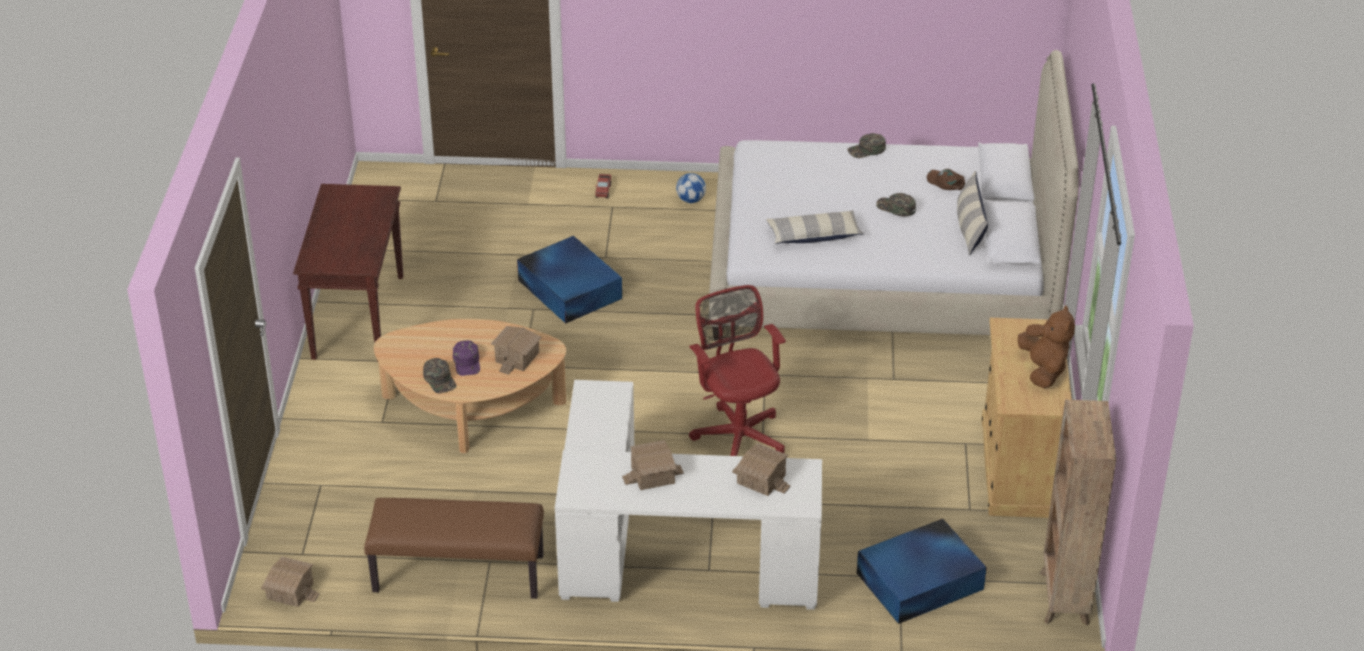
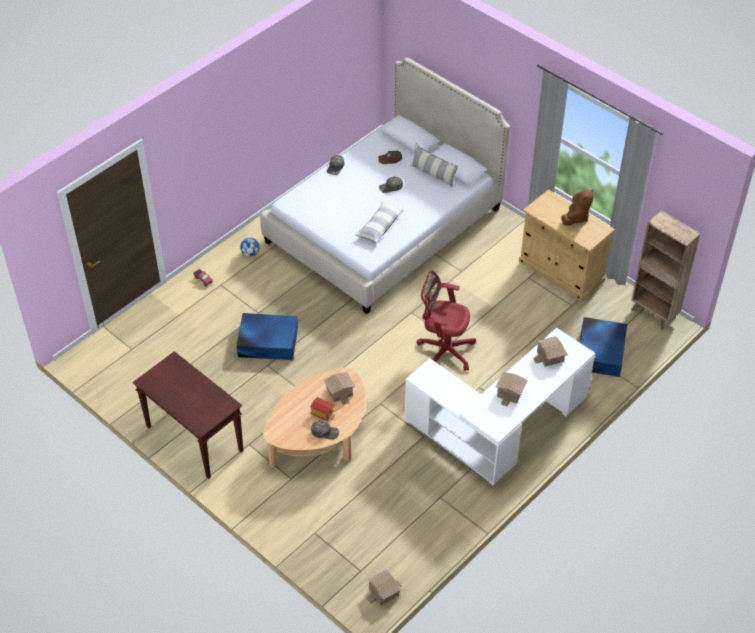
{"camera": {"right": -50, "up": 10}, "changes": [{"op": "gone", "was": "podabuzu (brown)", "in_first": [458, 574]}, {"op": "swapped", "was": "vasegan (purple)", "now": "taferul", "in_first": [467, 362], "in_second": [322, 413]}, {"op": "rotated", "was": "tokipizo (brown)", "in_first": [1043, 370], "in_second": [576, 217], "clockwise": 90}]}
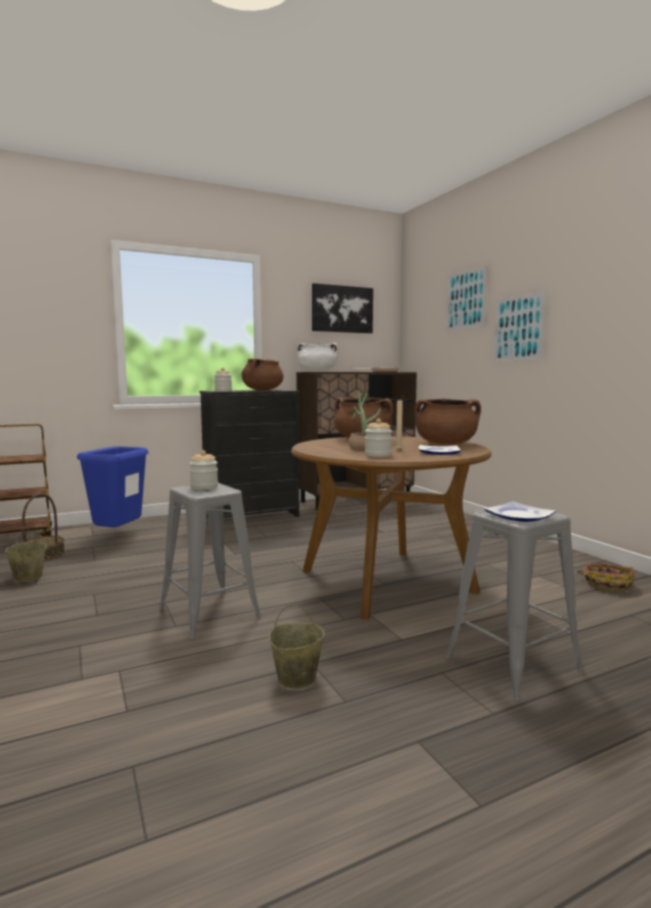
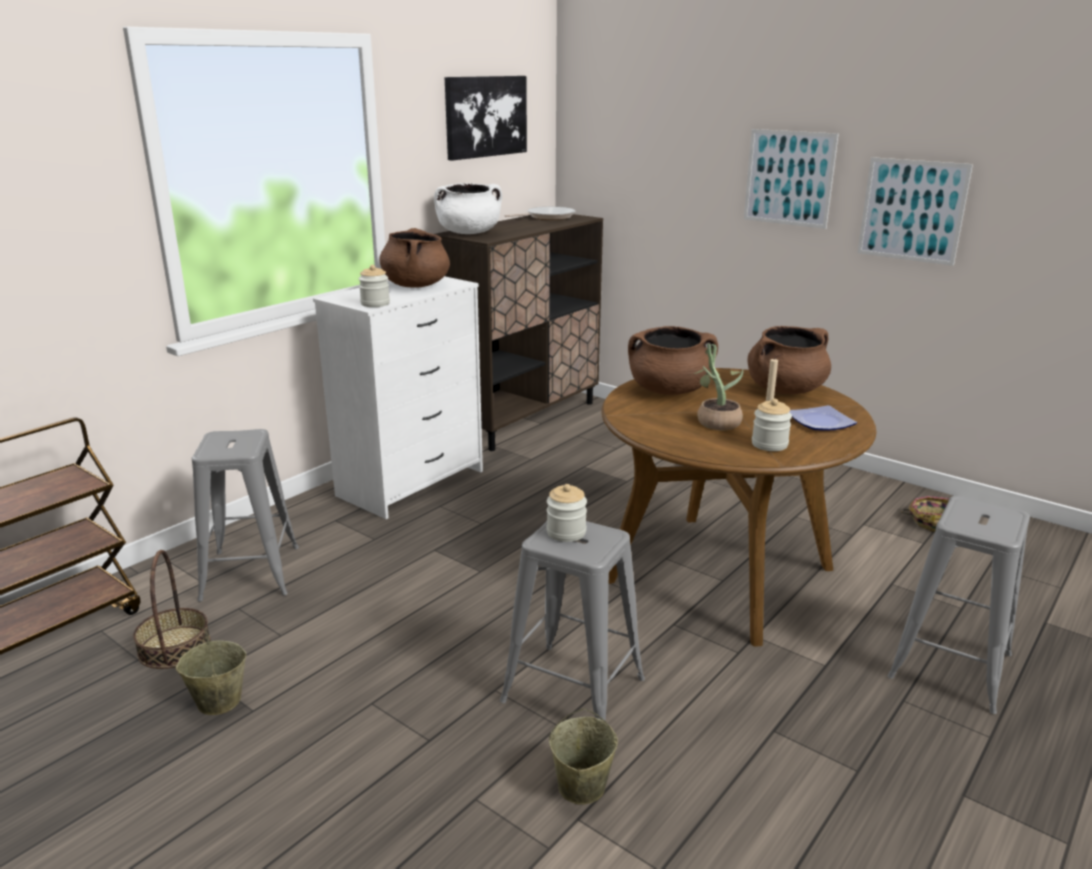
{"camera": {"right": -25, "up": 15}, "changes": [{"op": "gone", "was": "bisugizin", "in_first": [519, 516]}, {"op": "shifted", "was": "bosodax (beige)", "in_first": [296, 678], "in_second": [581, 787]}, {"op": "shifted", "was": "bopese", "in_first": [465, 299], "in_second": [912, 210]}, {"op": "swapped", "was": "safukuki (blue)", "now": "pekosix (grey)", "in_first": [119, 536], "in_second": [250, 573]}, {"op": "repainted", "was": "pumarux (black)", "now": "pumarux (white)", "in_first": [252, 516], "in_second": [411, 483]}]}
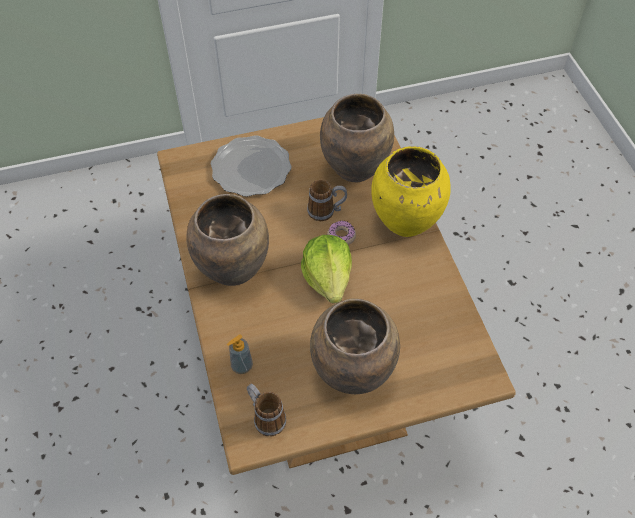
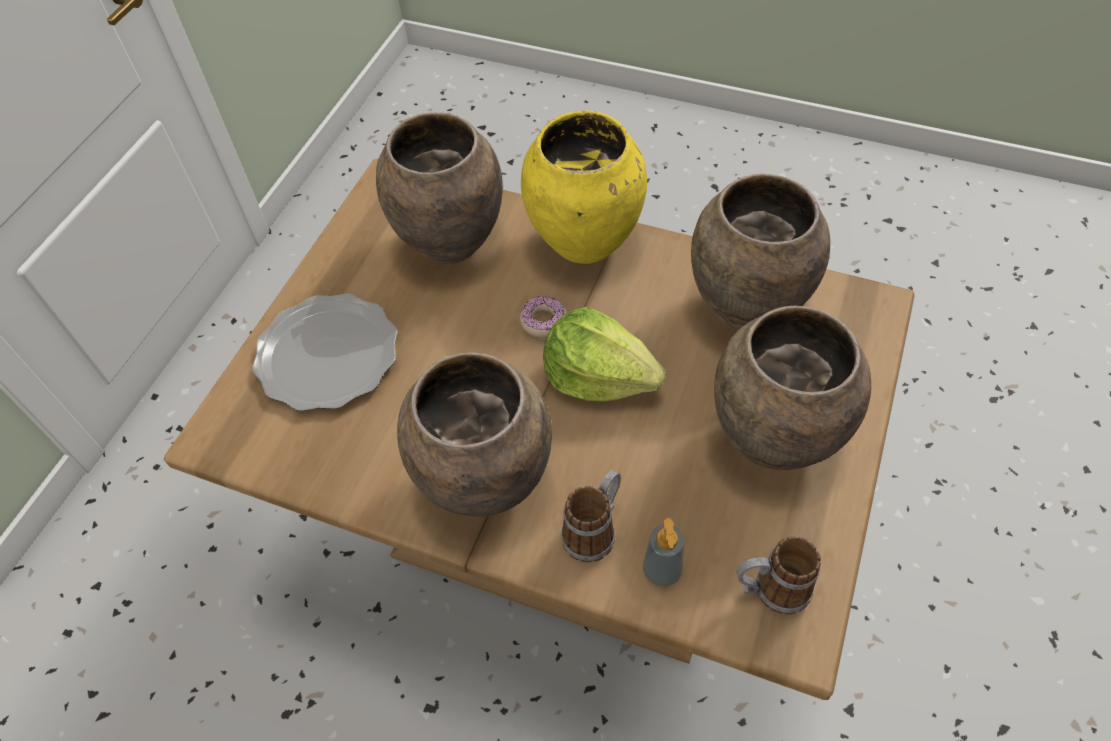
{"camera": {"right": -50, "up": 0}, "changes": [{"op": "new", "now": "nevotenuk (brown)", "in_second": [745, 307]}, {"op": "shifted", "was": "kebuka", "in_first": [326, 211], "in_second": [595, 529]}]}
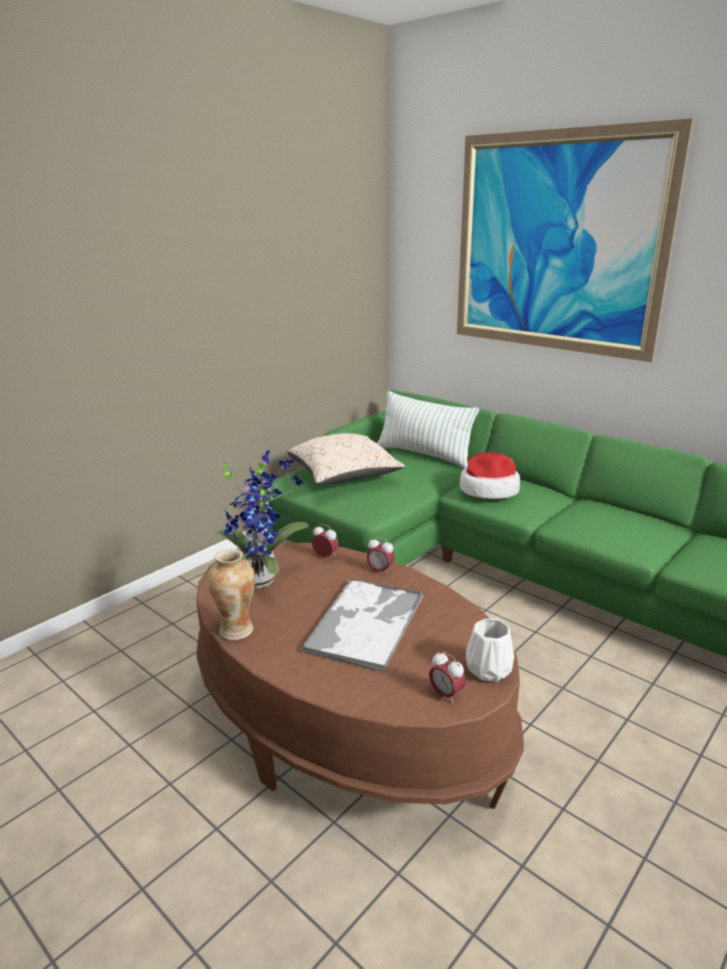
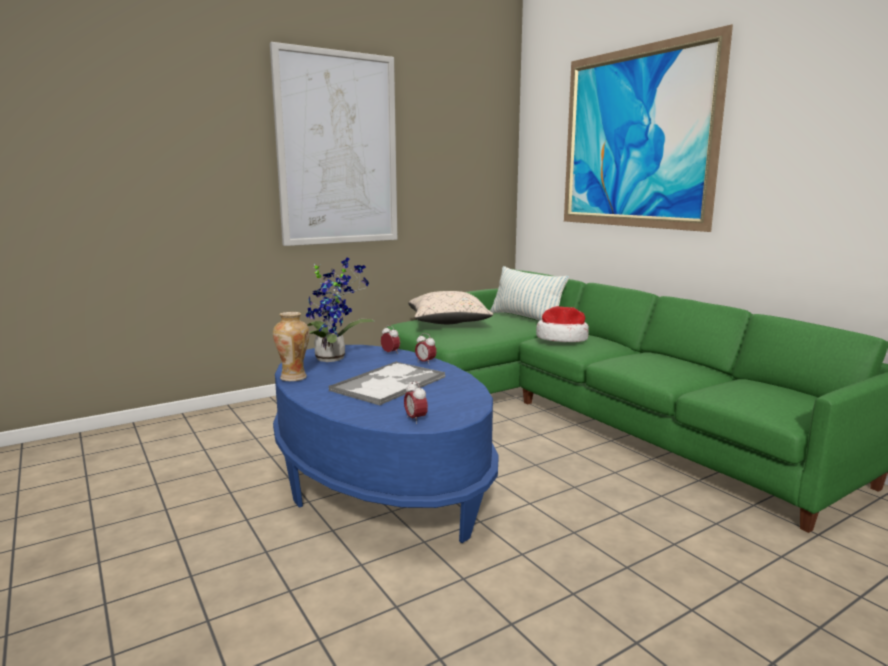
{"camera": {"right": 15, "up": -10}, "changes": [{"op": "gone", "was": "nevotenuk (white)", "in_first": [487, 669]}, {"op": "new", "now": "bopese", "in_second": [338, 150]}, {"op": "repainted", "was": "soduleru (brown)", "now": "soduleru (blue)", "in_first": [346, 722], "in_second": [379, 480]}]}
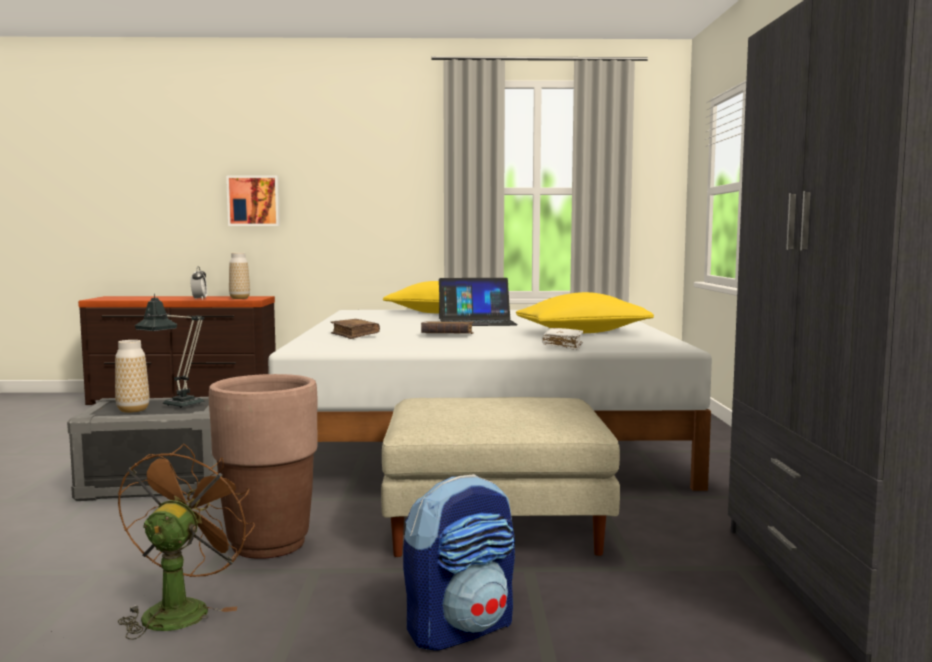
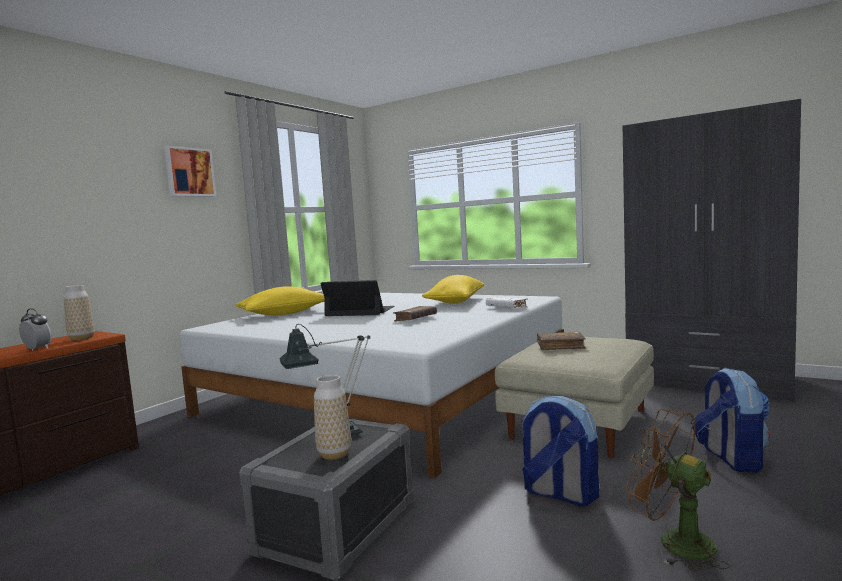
{"camera": {"right": -55, "up": 0}, "changes": [{"op": "shifted", "was": "bopese", "in_first": [254, 201], "in_second": [189, 172]}, {"op": "shifted", "was": "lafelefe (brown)", "in_first": [355, 335], "in_second": [560, 346]}, {"op": "swapped", "was": "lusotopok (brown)", "now": "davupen", "in_first": [268, 544], "in_second": [559, 494]}, {"op": "rotated", "was": "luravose", "in_first": [476, 322], "in_second": [360, 311], "clockwise": -105}]}
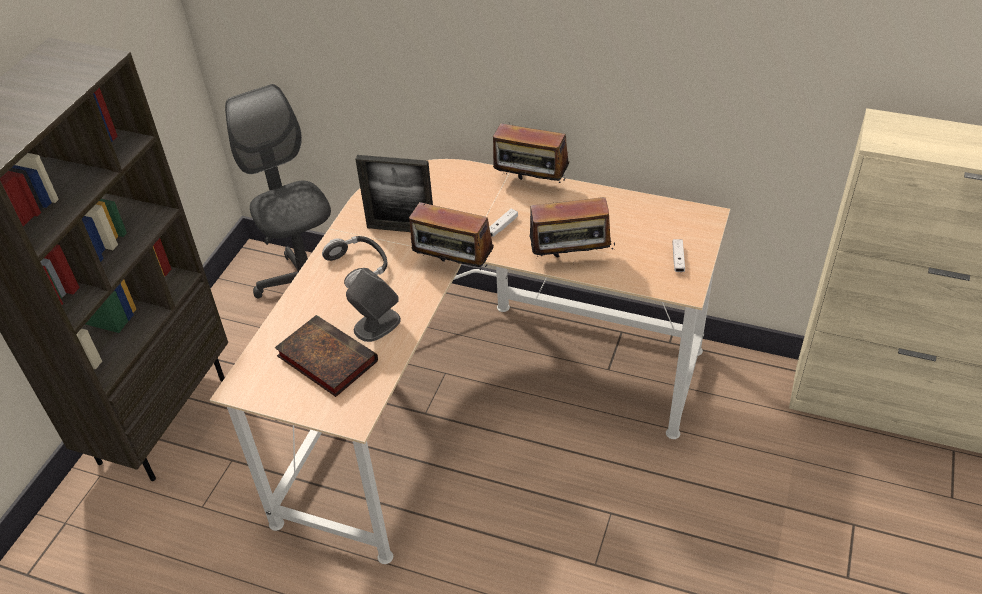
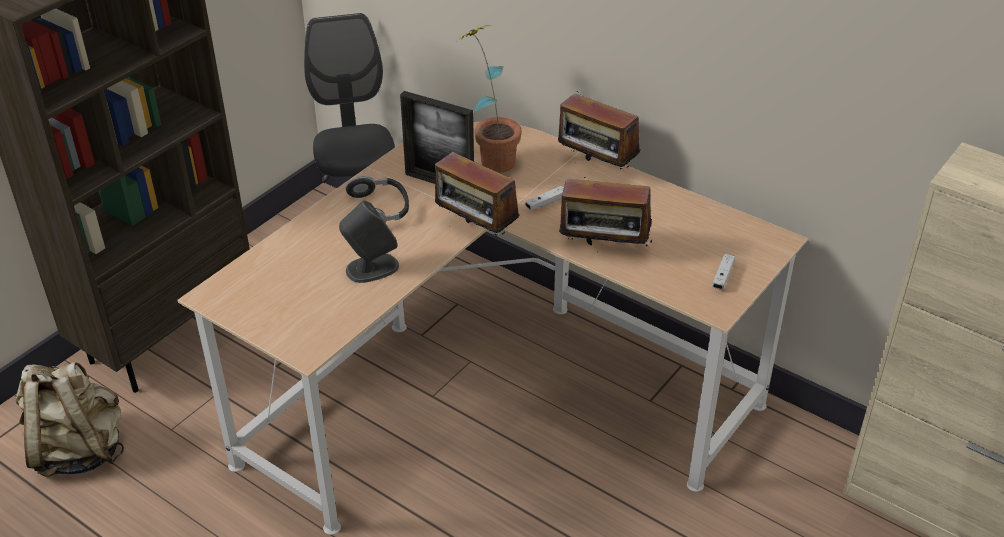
{"camera": {"right": 15, "up": -5}, "changes": [{"op": "gone", "was": "lafelefe", "in_first": [324, 358]}, {"op": "new", "now": "davupen (beige)", "in_second": [79, 450]}, {"op": "new", "now": "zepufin", "in_second": [491, 158]}]}
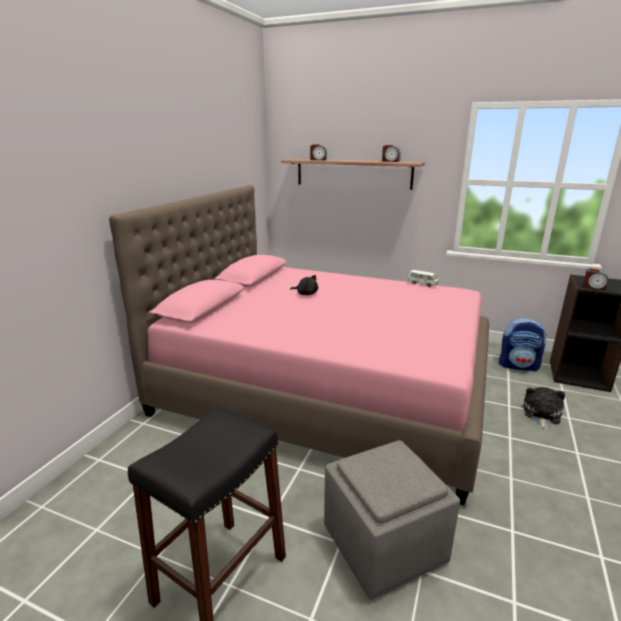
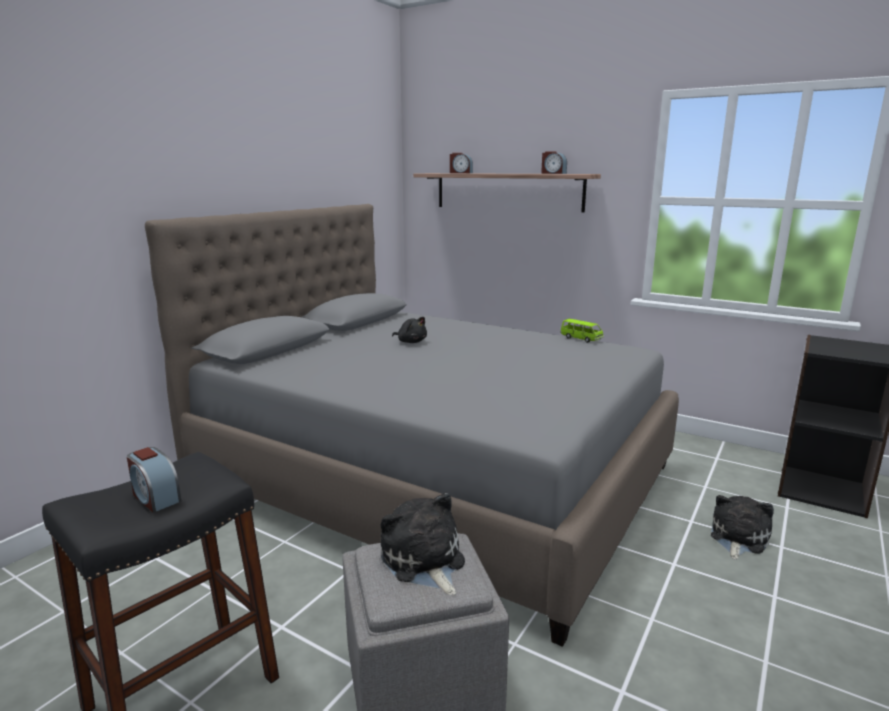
{"camera": {"right": 10, "up": -5}, "changes": [{"op": "gone", "was": "davupen", "in_first": [518, 365]}, {"op": "new", "now": "tokipizo", "in_second": [424, 561]}, {"op": "shifted", "was": "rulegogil", "in_first": [594, 287], "in_second": [155, 497]}, {"op": "repainted", "was": "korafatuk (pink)", "now": "korafatuk (grey)", "in_first": [327, 388], "in_second": [433, 475]}, {"op": "repainted", "was": "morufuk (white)", "now": "morufuk (green)", "in_first": [423, 284], "in_second": [581, 339]}]}
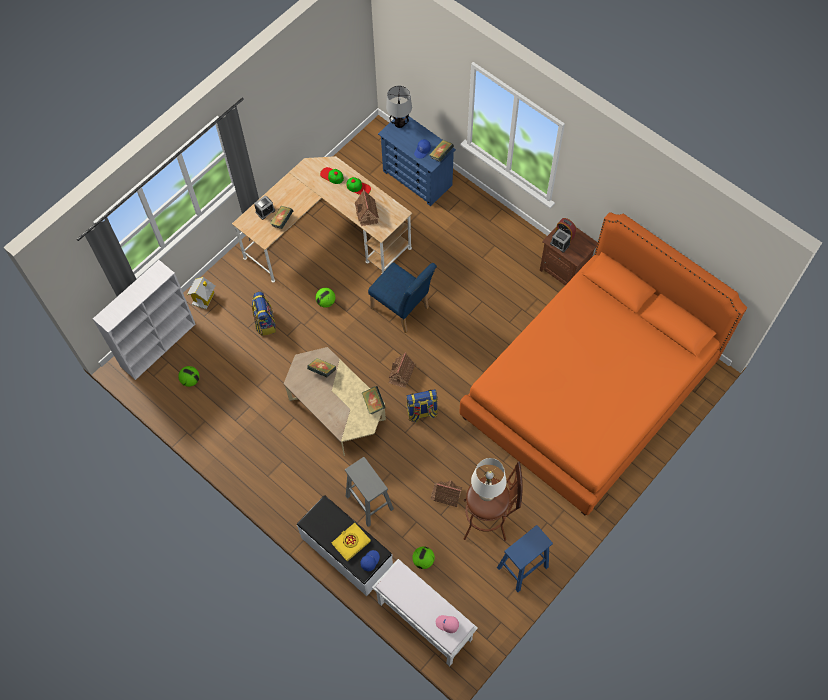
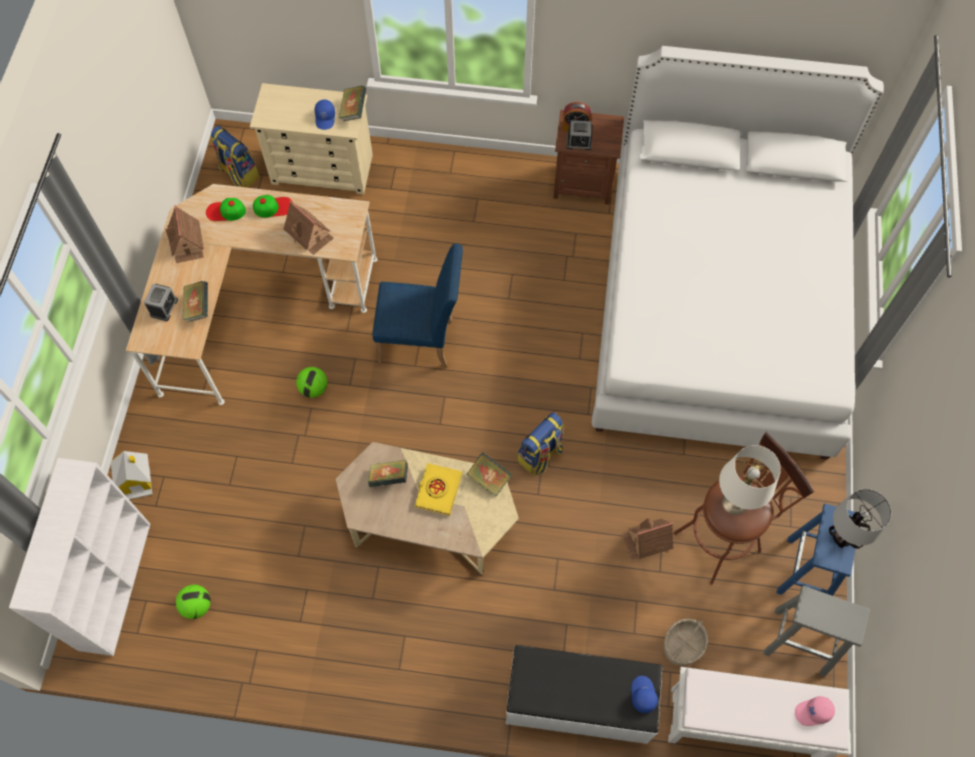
{"camera": {"right": -35, "up": 0}, "changes": [{"op": "shifted", "was": "davupen", "in_first": [265, 322], "in_second": [238, 173]}, {"op": "shifted", "was": "lafelefe (yellow)", "in_first": [351, 542], "in_second": [438, 490]}, {"op": "shifted", "was": "pekosix (grey)", "in_first": [370, 503], "in_second": [801, 642]}, {"op": "shifted", "was": "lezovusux", "in_first": [399, 123], "in_second": [842, 537]}, {"op": "shifted", "was": "taferul", "in_first": [401, 373], "in_second": [187, 242]}, {"op": "swapped", "was": "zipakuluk", "now": "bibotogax", "in_first": [423, 560], "in_second": [682, 645]}, {"op": "repainted", "was": "pumarux (blue)", "now": "pumarux (beige)", "in_first": [417, 178], "in_second": [322, 169]}, {"op": "repainted", "was": "korafatuk (orange)", "now": "korafatuk (white)", "in_first": [589, 390], "in_second": [717, 305]}]}
